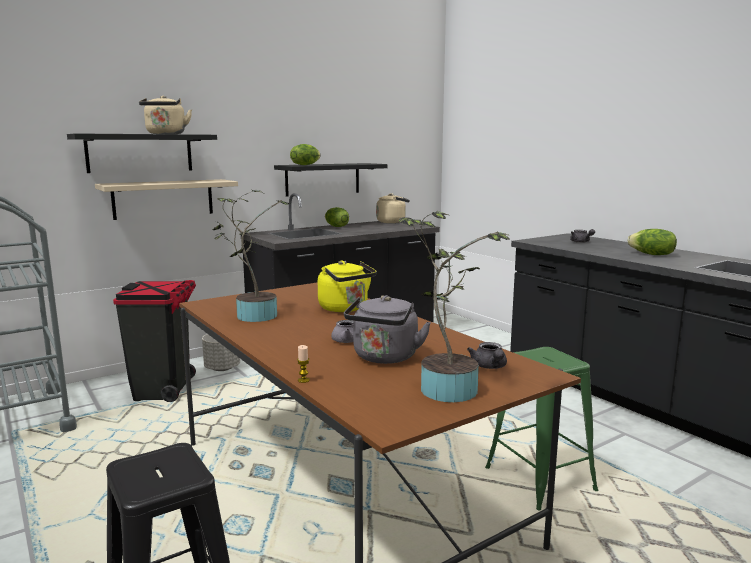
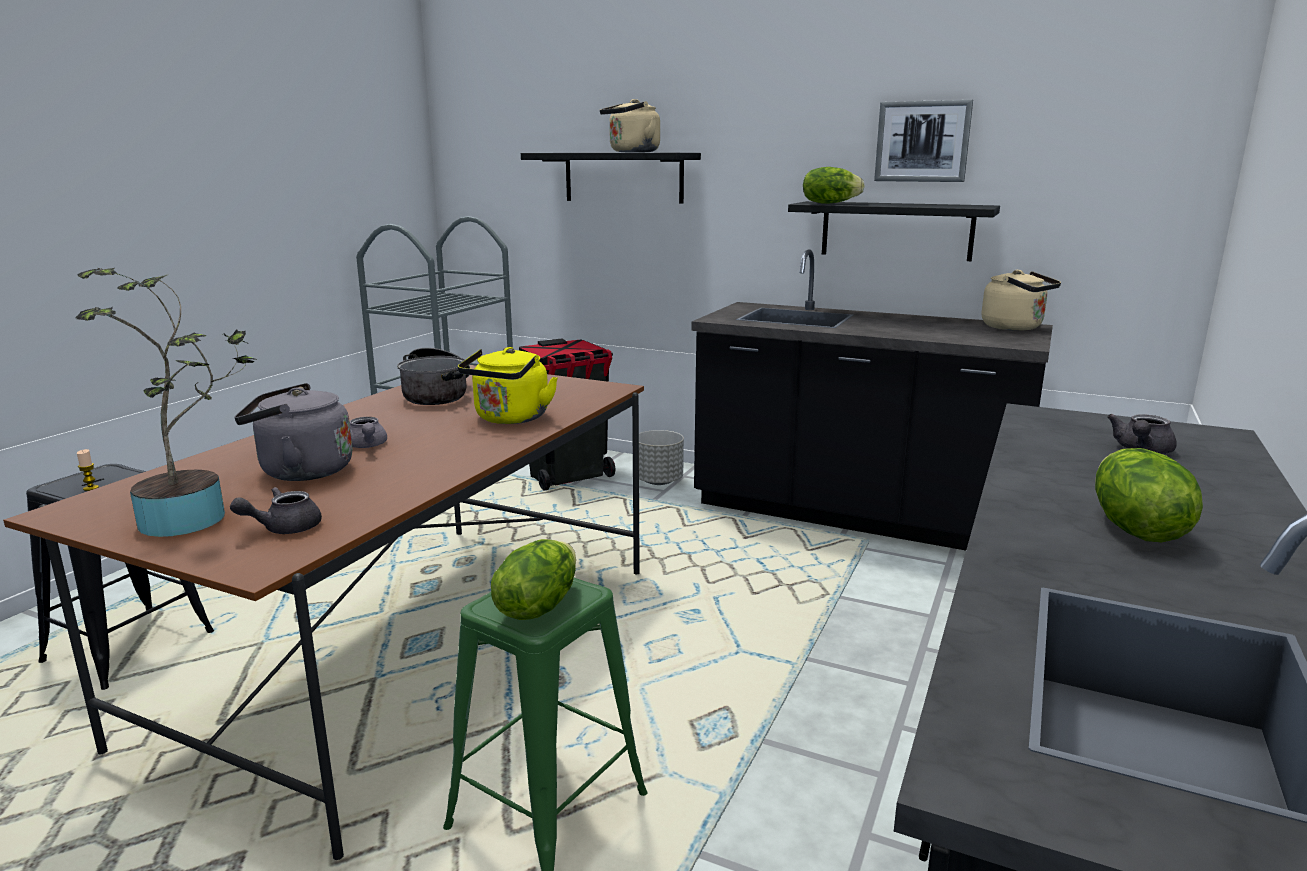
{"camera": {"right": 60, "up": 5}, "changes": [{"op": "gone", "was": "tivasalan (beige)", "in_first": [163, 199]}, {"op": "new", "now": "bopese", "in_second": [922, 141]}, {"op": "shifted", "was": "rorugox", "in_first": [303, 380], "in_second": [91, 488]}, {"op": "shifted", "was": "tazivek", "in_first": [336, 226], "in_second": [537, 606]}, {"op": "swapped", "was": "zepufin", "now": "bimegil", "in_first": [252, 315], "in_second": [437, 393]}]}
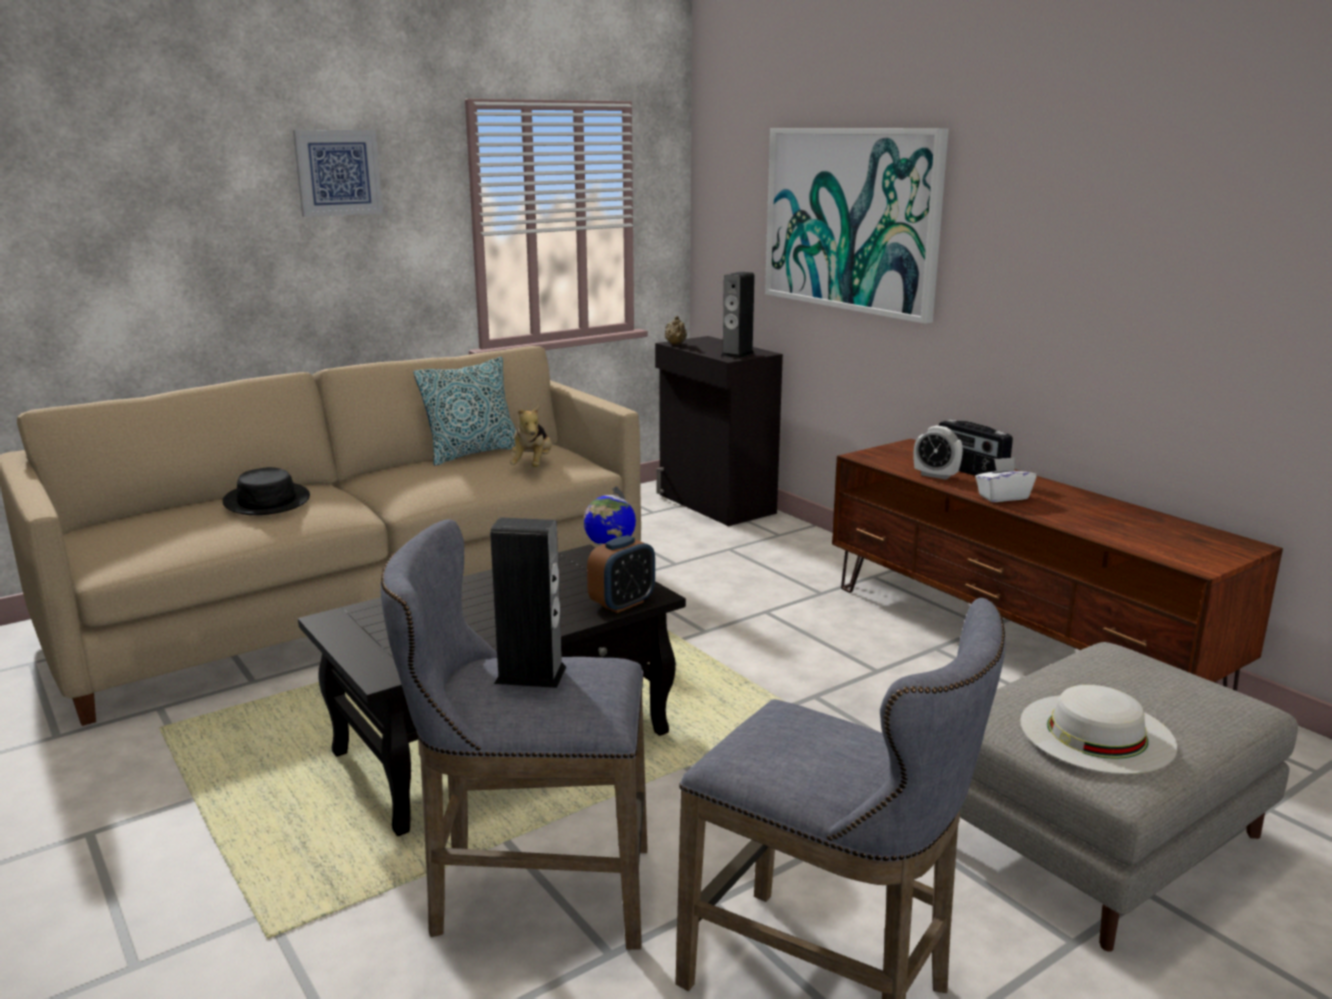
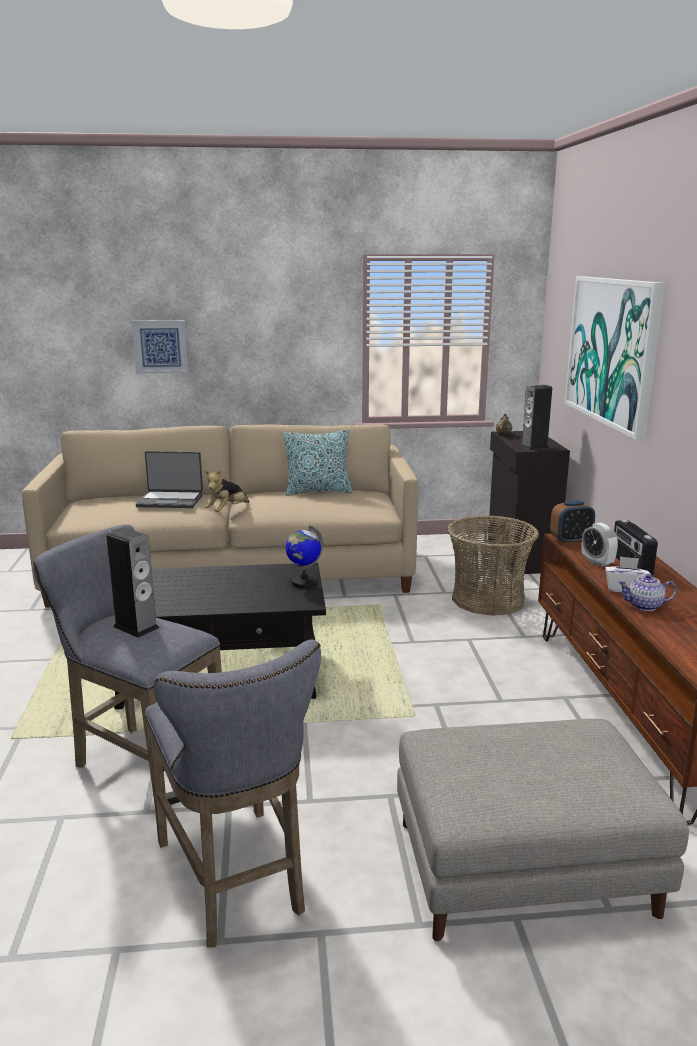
{"camera": {"right": 30, "up": 0}, "changes": [{"op": "gone", "was": "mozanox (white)", "in_first": [1096, 733]}, {"op": "new", "now": "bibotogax", "in_second": [488, 599]}, {"op": "new", "now": "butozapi", "in_second": [645, 606]}, {"op": "shifted", "was": "bopese", "in_first": [338, 172], "in_second": [160, 347]}, {"op": "shifted", "was": "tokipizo", "in_first": [533, 466], "in_second": [227, 511]}, {"op": "shifted", "was": "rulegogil", "in_first": [622, 604], "in_second": [570, 541]}, {"op": "swapped", "was": "mozanox (black)", "now": "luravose", "in_first": [267, 501], "in_second": [170, 500]}]}
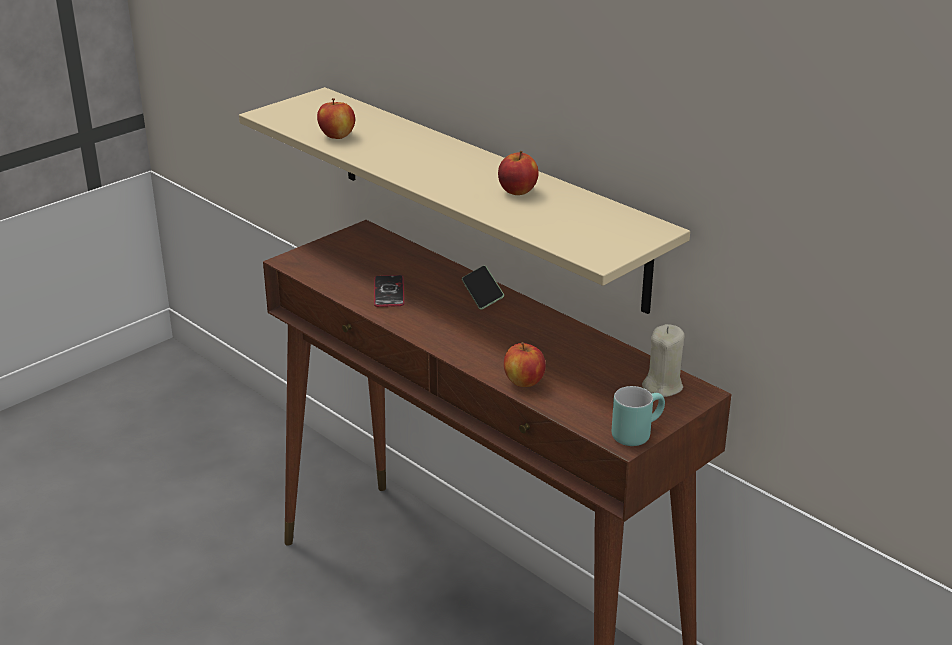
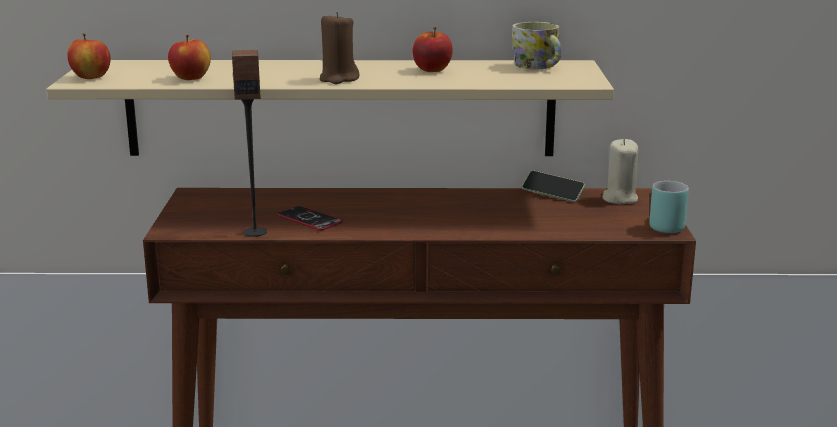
{"camera": {"right": -45, "up": -10}, "changes": [{"op": "new", "now": "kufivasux", "in_second": [255, 232]}, {"op": "new", "now": "rorugox (brown)", "in_second": [338, 79]}, {"op": "new", "now": "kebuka", "in_second": [538, 67]}, {"op": "shifted", "was": "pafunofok", "in_first": [482, 295], "in_second": [552, 194]}, {"op": "shifted", "was": "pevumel", "in_first": [524, 382], "in_second": [91, 77]}]}
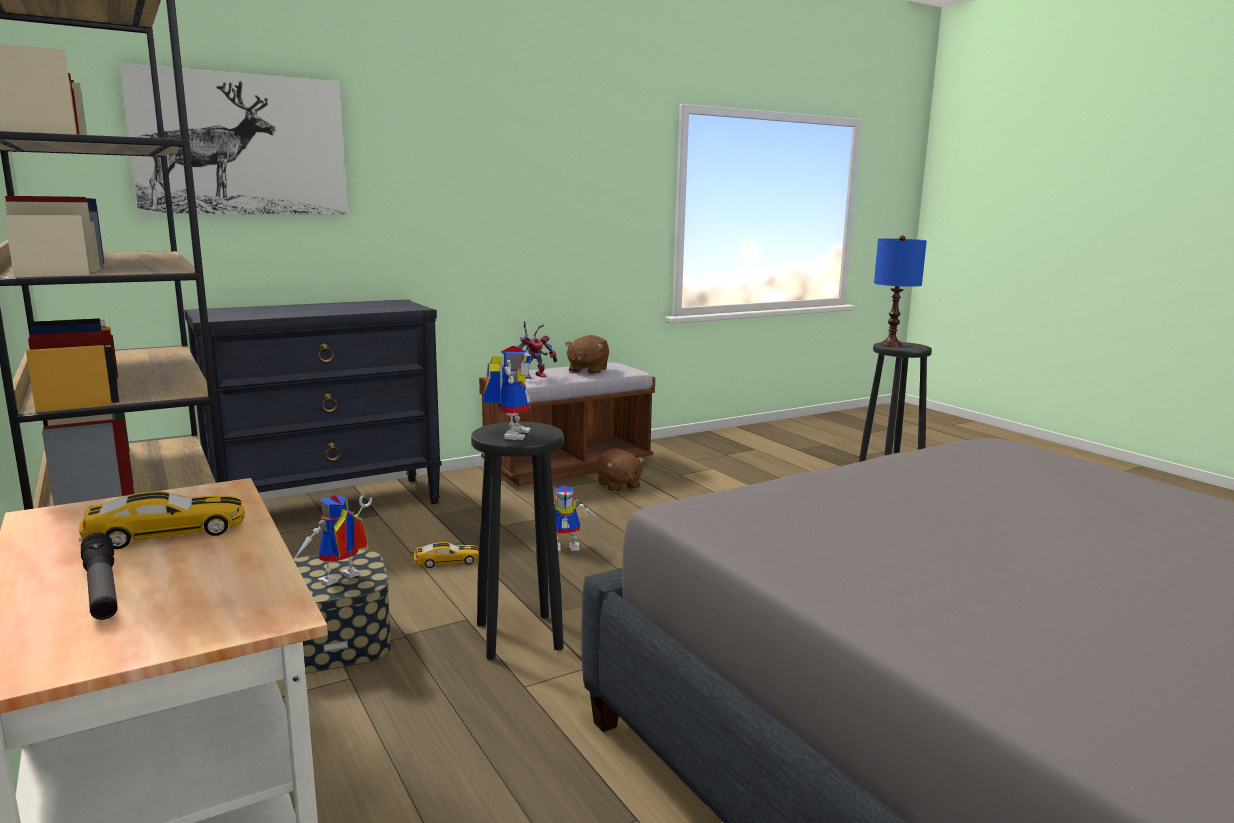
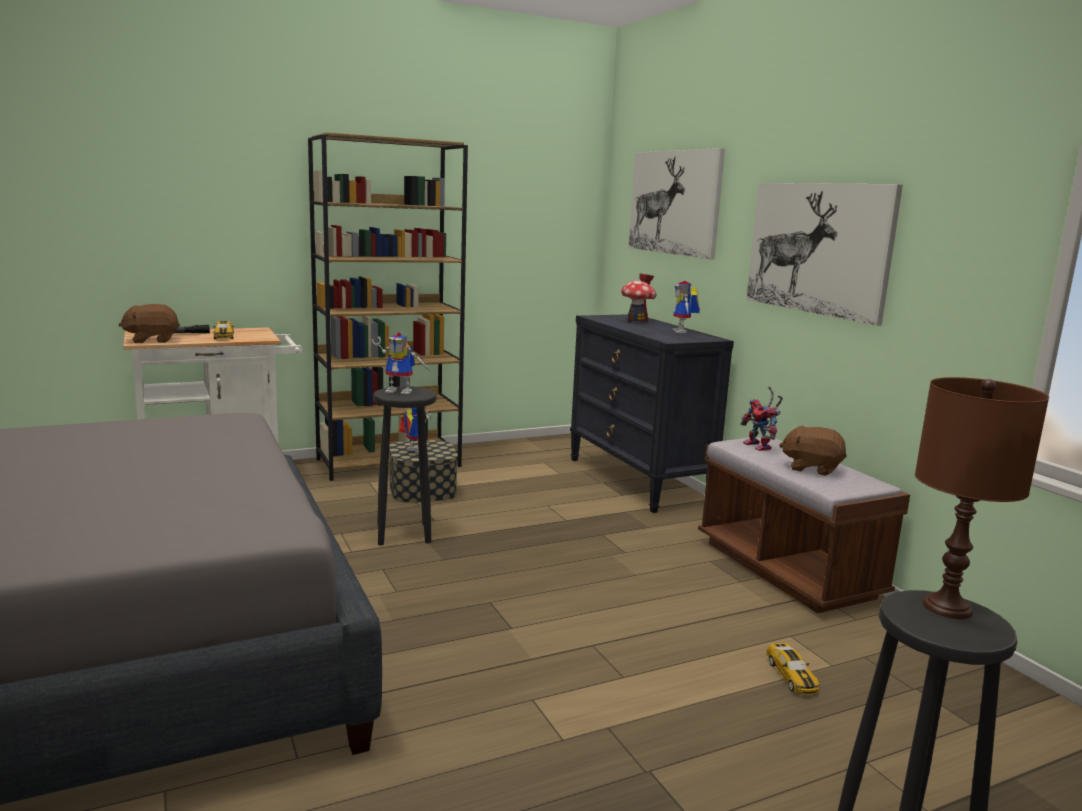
{"camera": {"right": 95, "up": 0}, "changes": [{"op": "new", "now": "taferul", "in_second": [636, 321]}, {"op": "new", "now": "bopese", "in_second": [817, 248]}, {"op": "shifted", "was": "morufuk", "in_first": [447, 561], "in_second": [792, 676]}, {"op": "shifted", "was": "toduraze", "in_first": [567, 546], "in_second": [683, 332]}, {"op": "shifted", "was": "tokipizo (brown)", "in_first": [618, 486], "in_second": [152, 340]}, {"op": "repainted", "was": "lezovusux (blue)", "now": "lezovusux (brown)", "in_first": [891, 345], "in_second": [946, 607]}]}
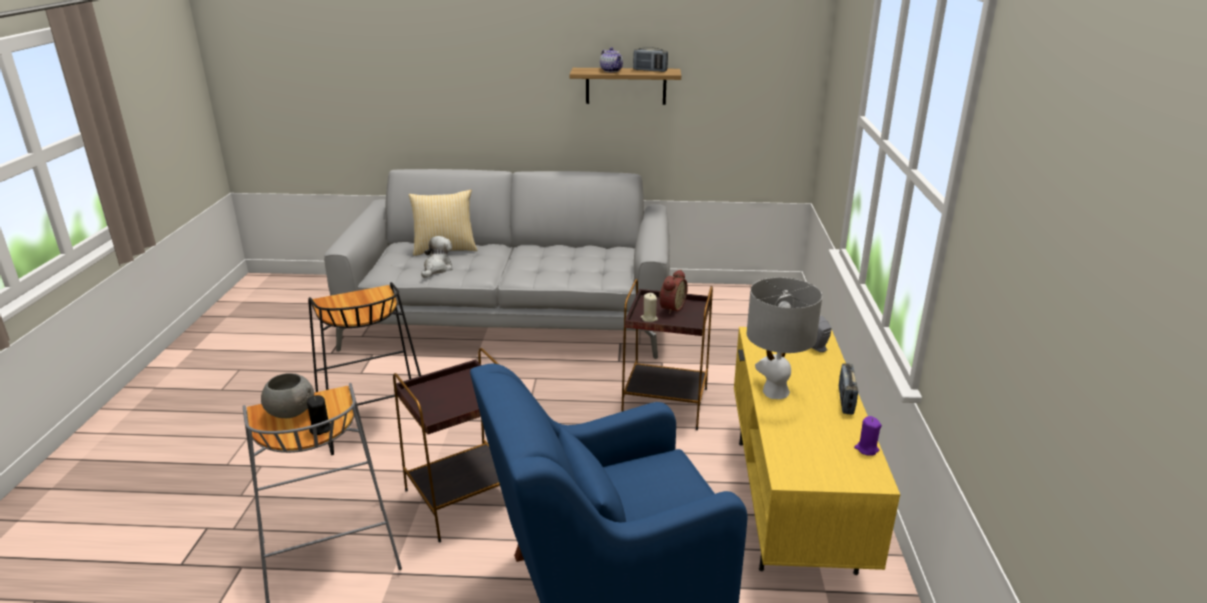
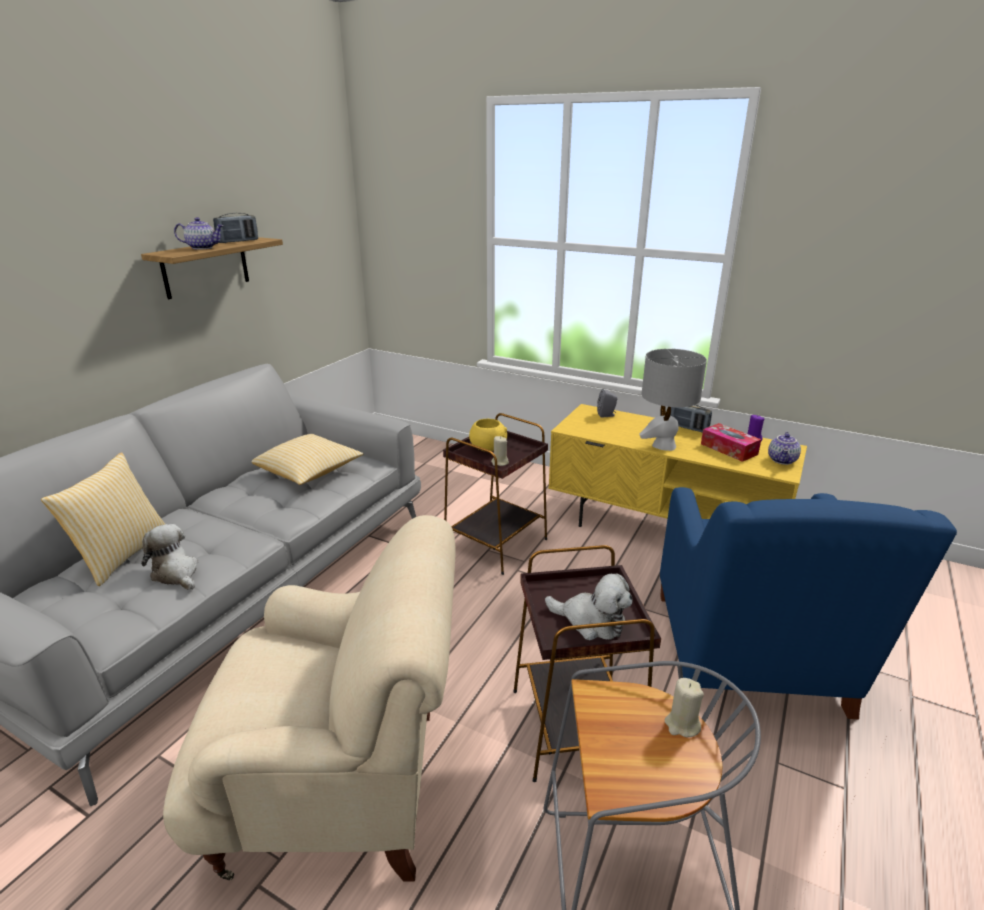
{"camera": {"right": -65, "up": 0}, "changes": [{"op": "gone", "was": "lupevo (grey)", "in_first": [290, 412]}, {"op": "new", "now": "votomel", "in_second": [309, 472]}, {"op": "new", "now": "tokipizo", "in_second": [591, 621]}, {"op": "new", "now": "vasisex", "in_second": [728, 449]}, {"op": "new", "now": "butozapi", "in_second": [782, 460]}, {"op": "swapped", "was": "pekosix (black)", "now": "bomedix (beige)", "in_first": [373, 418], "in_second": [343, 788]}, {"op": "swapped", "was": "rulegogil", "now": "lupevo (yellow)", "in_first": [671, 308], "in_second": [487, 448]}, {"op": "repainted", "was": "rorugox (black)", "now": "rorugox (beige)", "in_first": [320, 428], "in_second": [682, 725]}]}
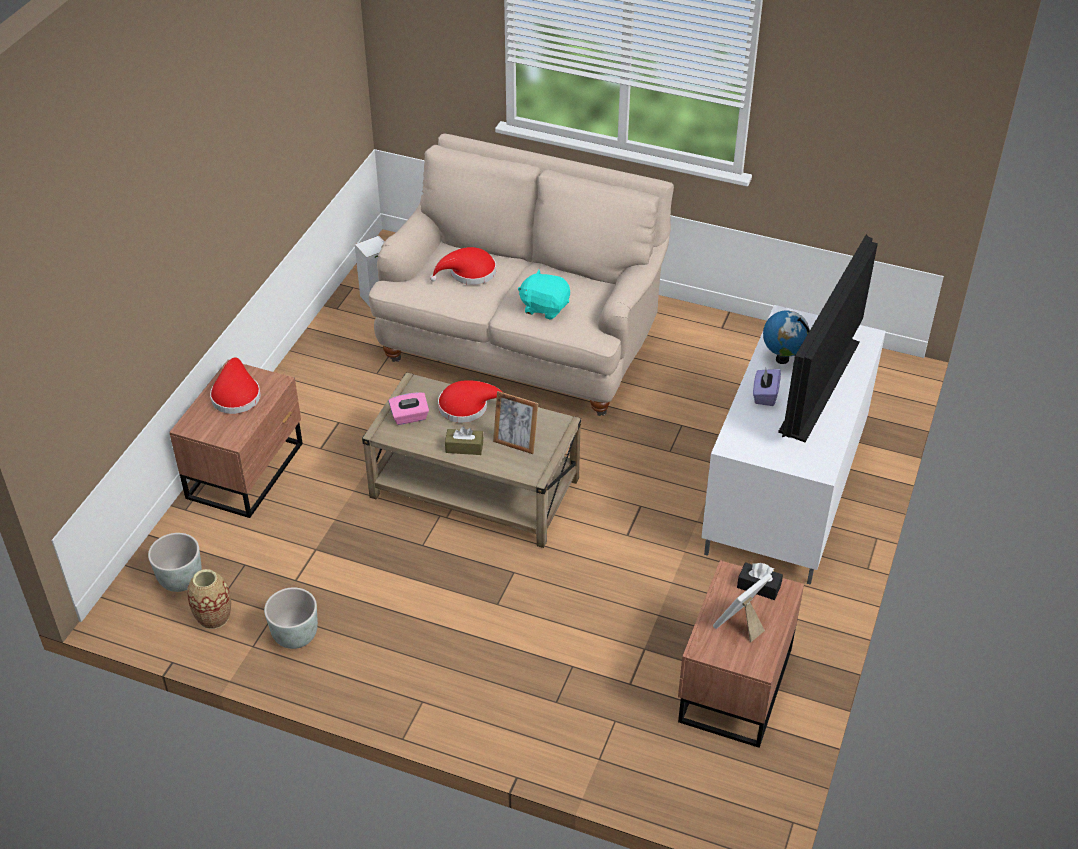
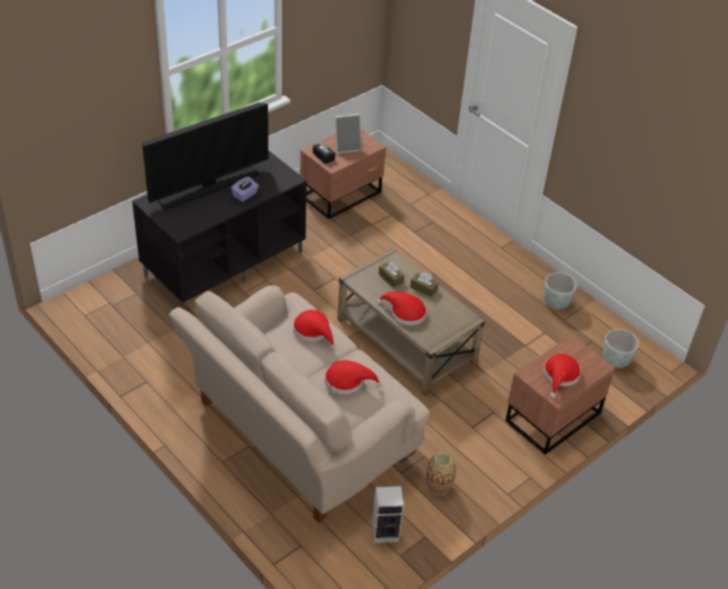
{"camera": {"right": -155, "up": 0}, "changes": [{"op": "gone", "was": "vasisex (pink)", "in_first": [409, 417]}, {"op": "gone", "was": "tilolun", "in_first": [782, 359]}, {"op": "shifted", "was": "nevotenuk", "in_first": [213, 617], "in_second": [438, 486]}, {"op": "swapped", "was": "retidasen", "now": "vasisex (brown)", "in_first": [515, 443], "in_second": [391, 278]}, {"op": "swapped", "was": "tokipizo (turquoise)", "now": "mozanox (red)", "in_first": [544, 307], "in_second": [313, 331]}, {"op": "repainted", "was": "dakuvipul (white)", "now": "dakuvipul (black)", "in_first": [786, 494], "in_second": [224, 261]}]}
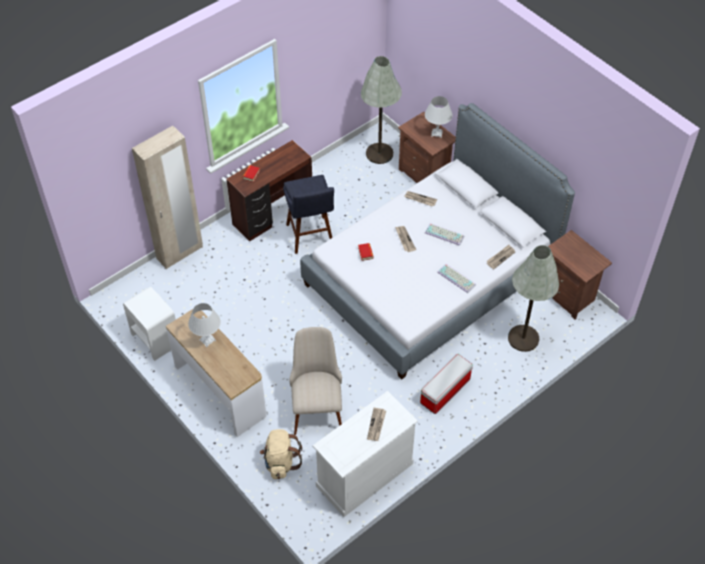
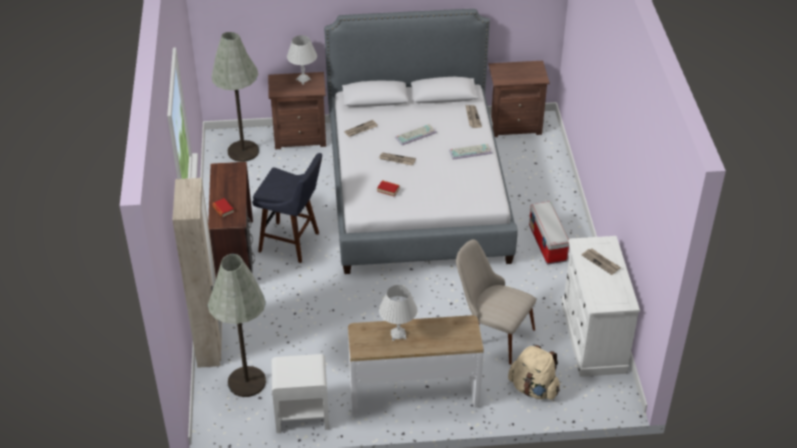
{"camera": {"right": -55, "up": -10}, "changes": [{"op": "shifted", "was": "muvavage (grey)", "in_first": [523, 338], "in_second": [246, 382]}]}
